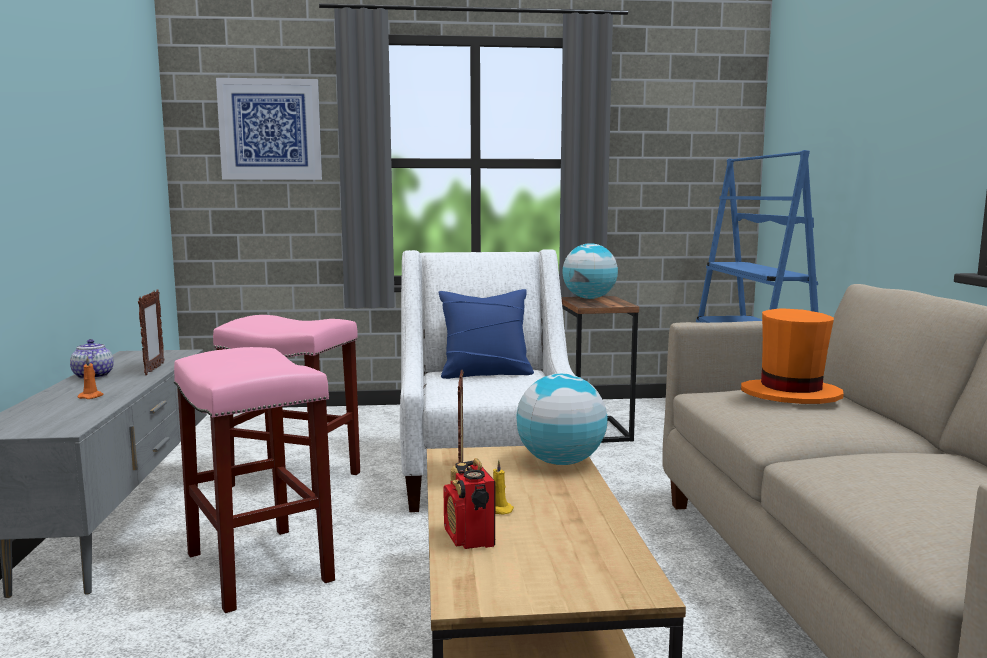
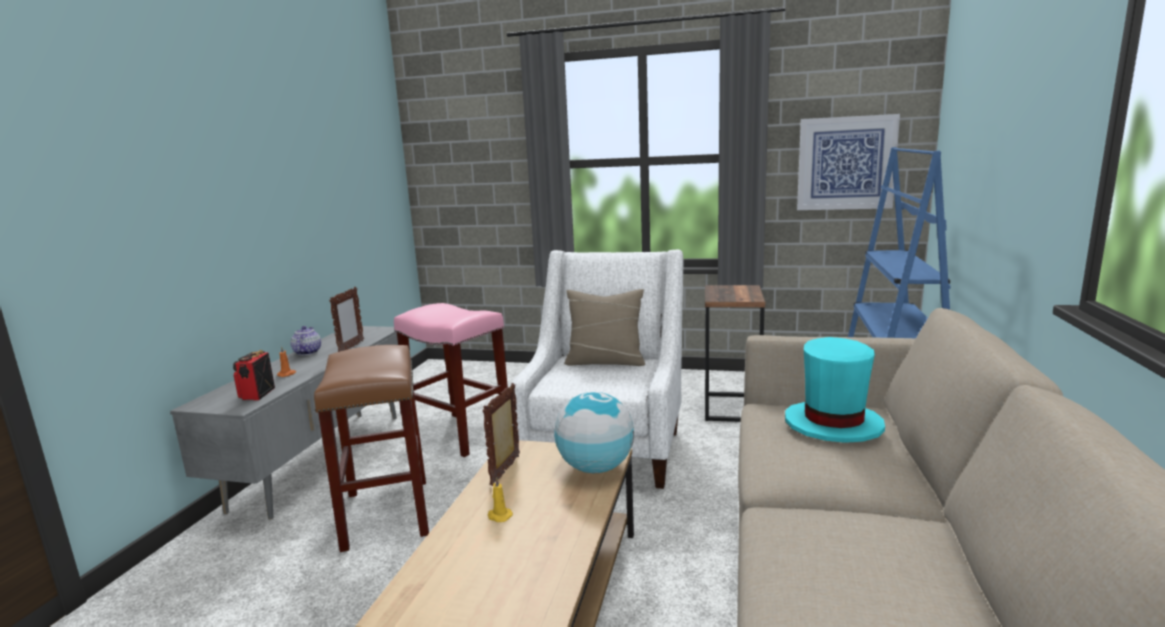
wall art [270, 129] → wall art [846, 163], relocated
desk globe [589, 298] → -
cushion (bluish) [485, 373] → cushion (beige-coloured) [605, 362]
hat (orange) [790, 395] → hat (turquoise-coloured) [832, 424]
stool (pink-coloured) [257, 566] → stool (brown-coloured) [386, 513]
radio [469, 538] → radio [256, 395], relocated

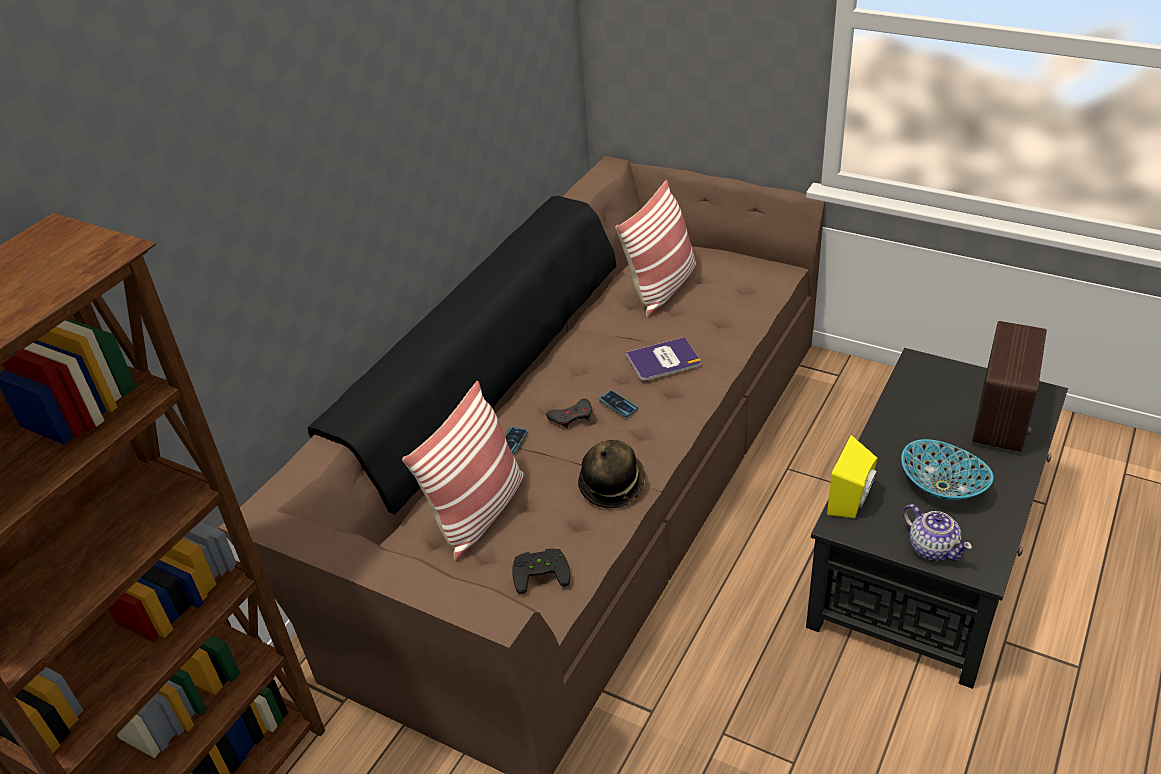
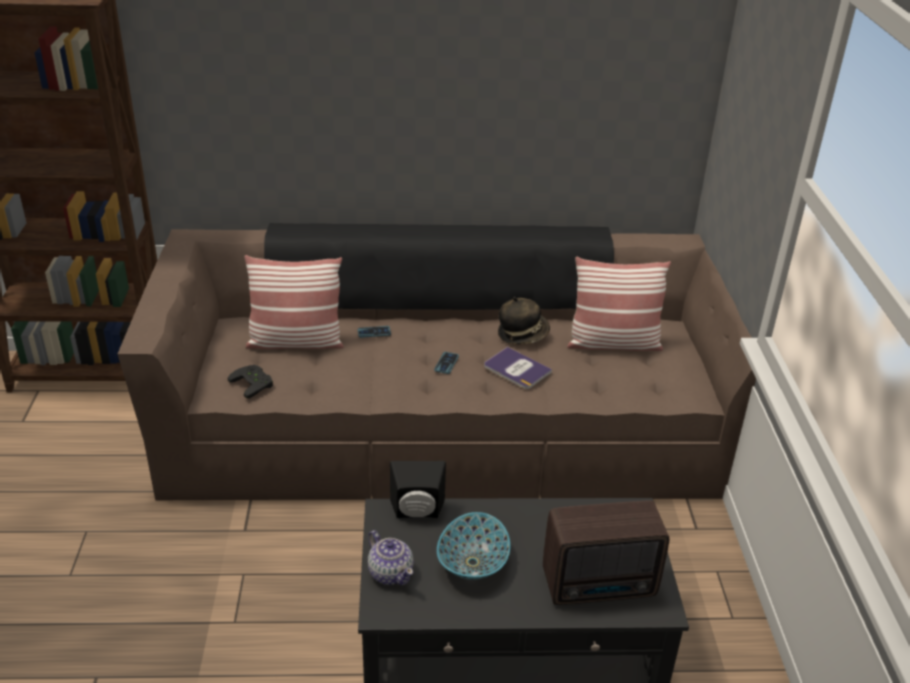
joypad (greyish) [571, 417] → -
audio speaker (yellowish) [853, 501] → audio speaker (black) [417, 512]
hat [612, 485] → hat [522, 334], relocated
teapot [932, 548] → teapot [390, 572], 60 degrees counterclockwise

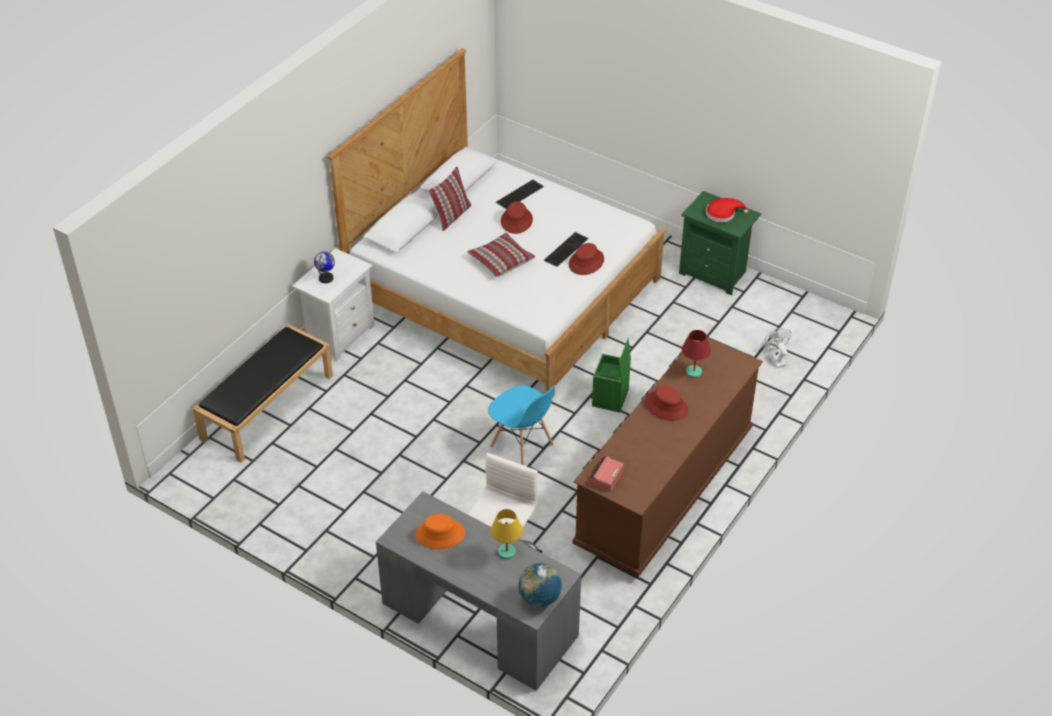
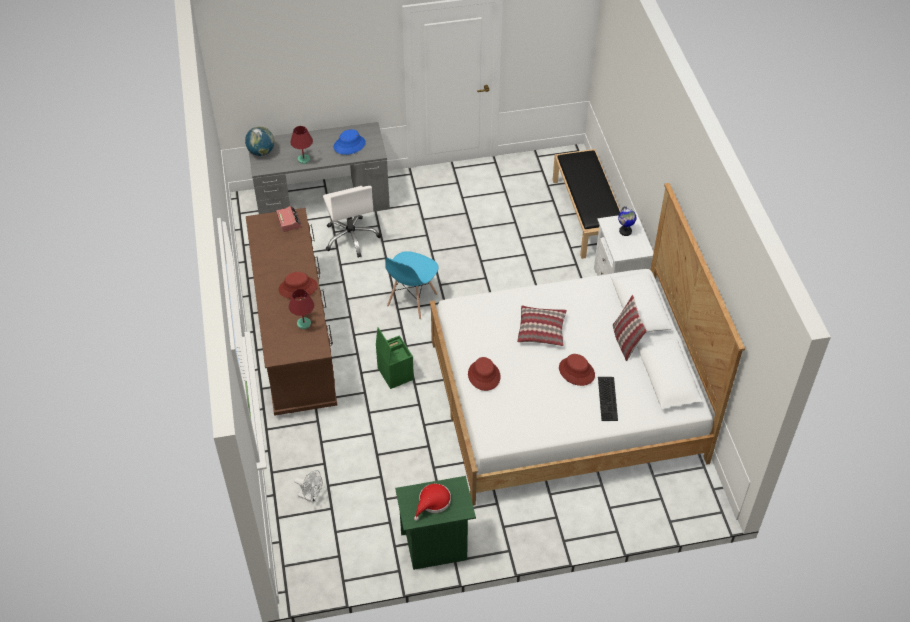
computer keyboard [565, 248] → -
chair (bluish) [522, 446] → chair (bluish) [412, 300], 60 degrees counterclockwise
tabletop lamp (yellowish) [506, 552] → tabletop lamp (red-coloured) [304, 160]
hat (orange) [440, 534] → hat (bluish) [349, 145]

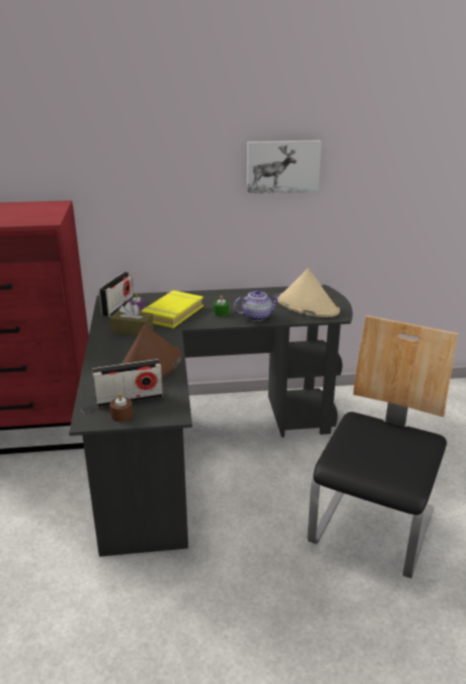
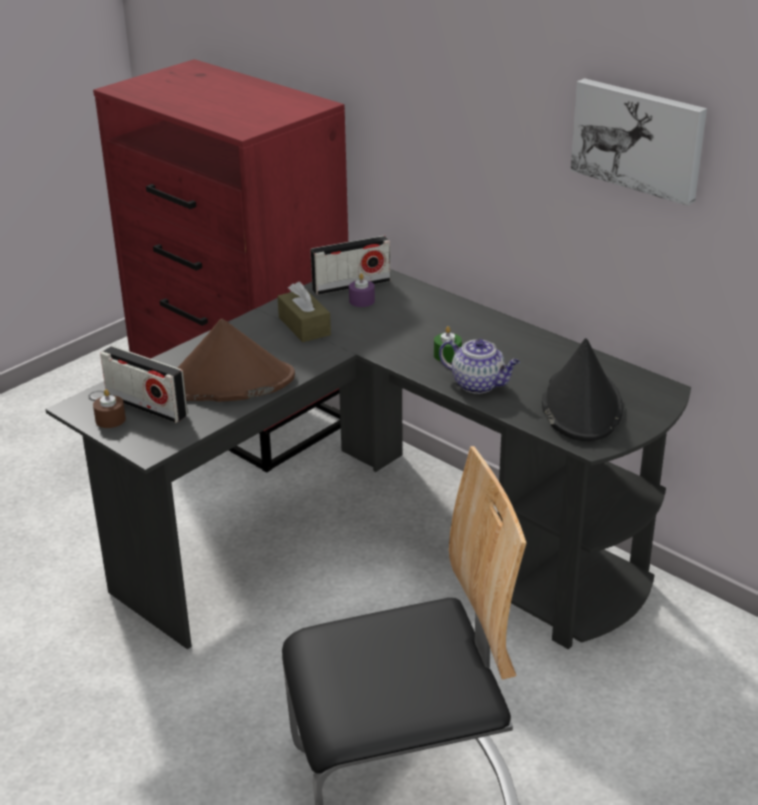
hat (beige-coloured) [307, 306] → hat (black) [581, 405]
volume (yellowish) [172, 313] → -

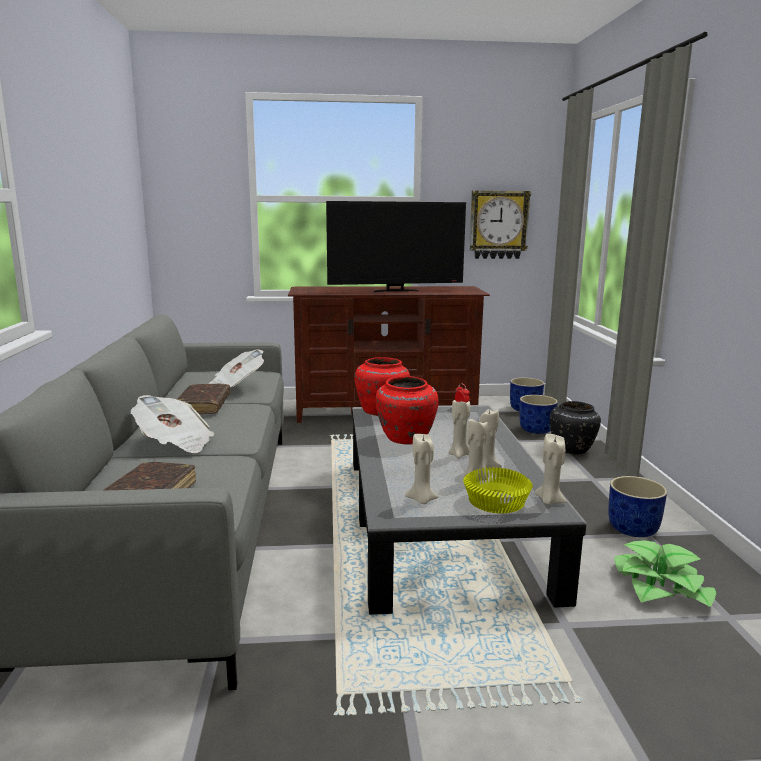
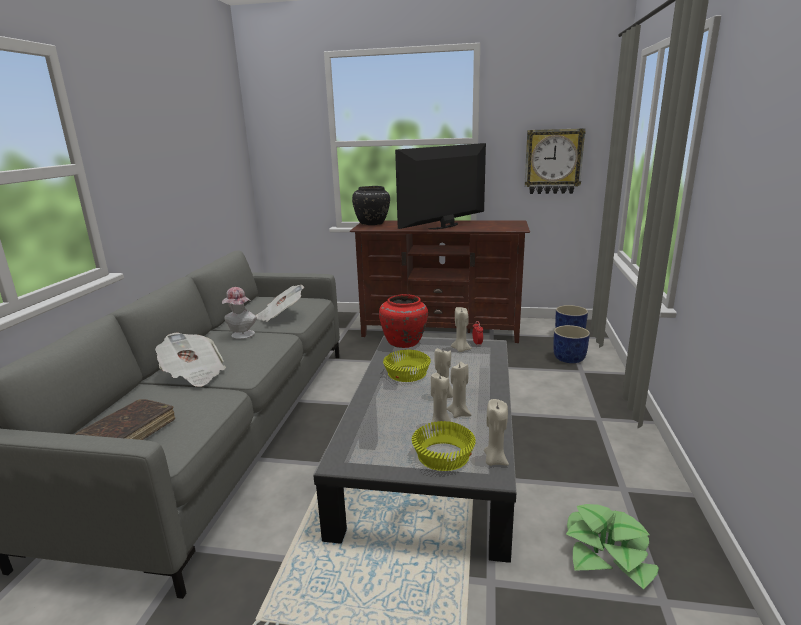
TV set [395, 291] → TV set [445, 226], 135 degrees clockwise
flower vase (red-coloured) [405, 439] → serving bowl (yellowish) [406, 374]
volume (brown-coloured) [203, 406] → hat [241, 336]
flower vase (black) [572, 450] → flower vase (black) [372, 224], relocated
candle (beige-coloured) [421, 500] → candle (beige-coloured) [461, 349], relocated
plant pot (bluish) [633, 529] → -

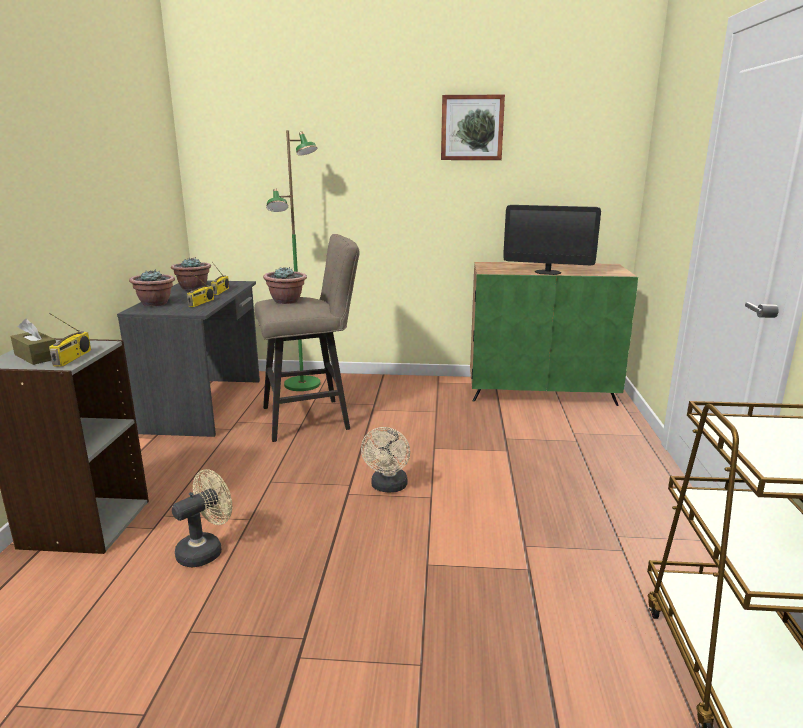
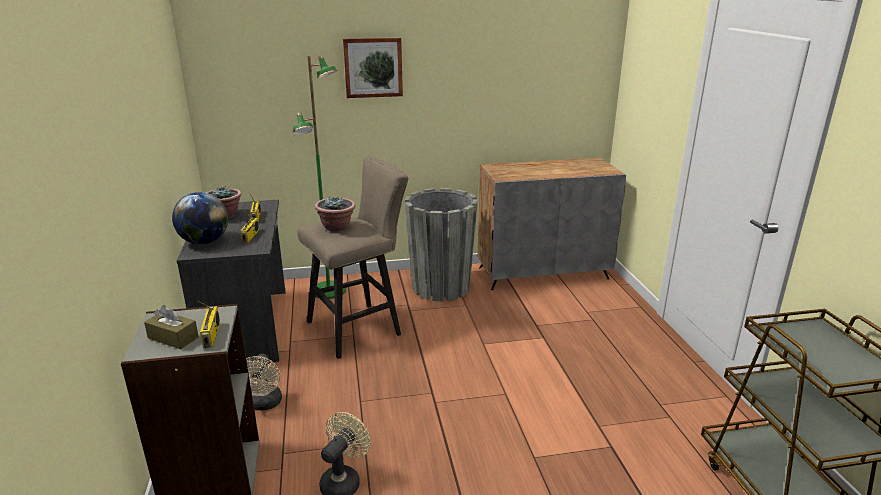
wall art [472, 128] → wall art [373, 67], relocated
monitor [547, 272] → -
cabinet (greenish) [541, 392] → cabinet (greyish) [543, 273]
potted plant [155, 303] → desk globe [204, 242]
electric fan (beige-coloured) [388, 487] → electric fan (beige-coloured) [264, 404], relocated
- → plant pot (greyish) [441, 287]

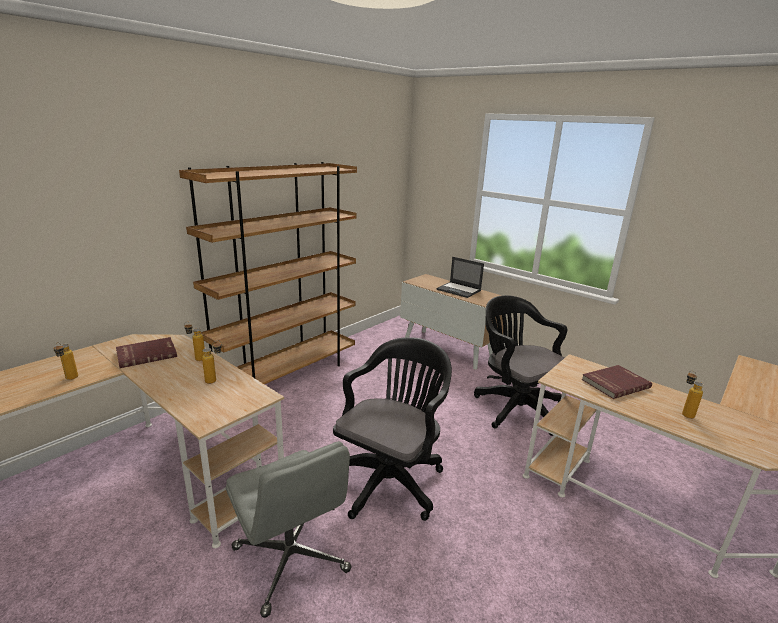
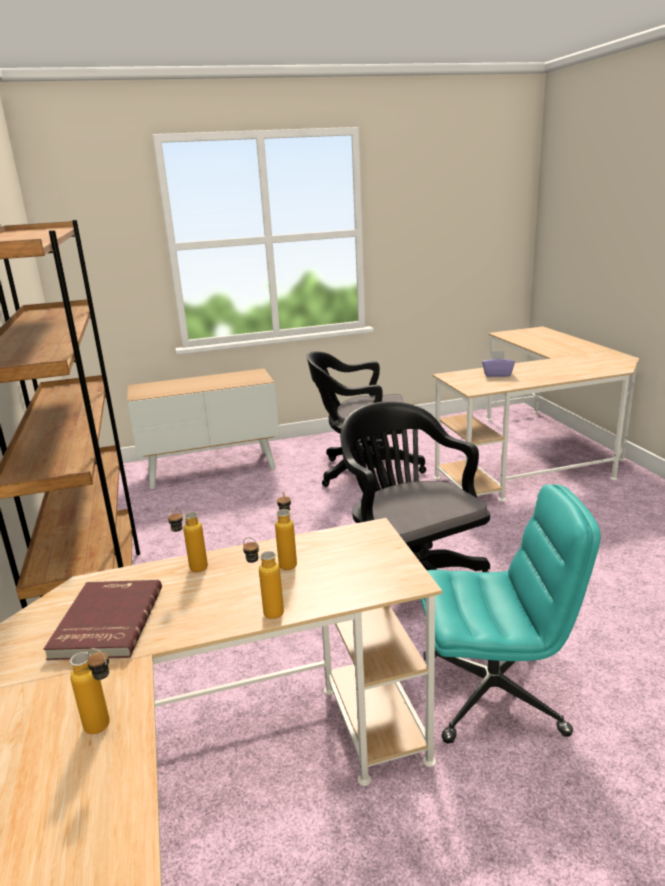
notebook computer [459, 290] → -
volume (red-coloured) [614, 383] → box of tissues (purple) [497, 374]
drink bottle [684, 413] → drink bottle [266, 611], relocated
desk chair (greyish) [291, 560] → desk chair (turquoise-coloured) [494, 694]

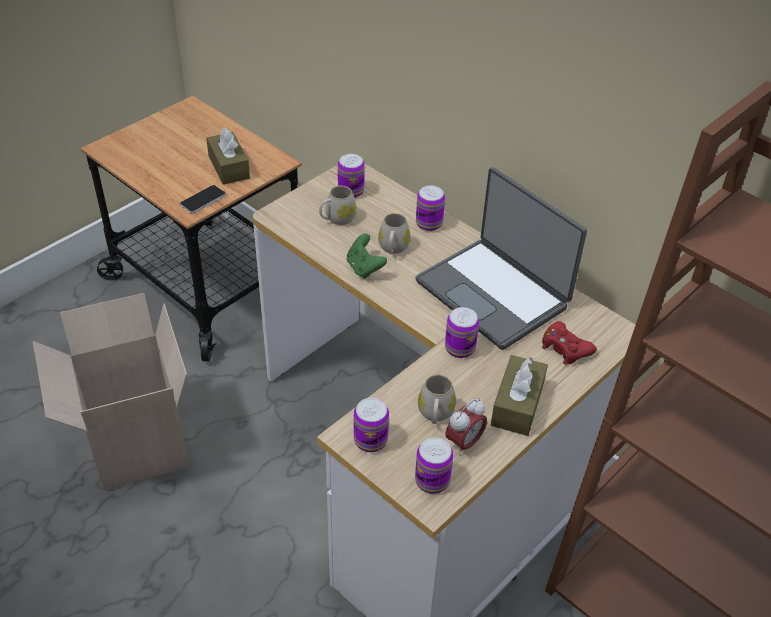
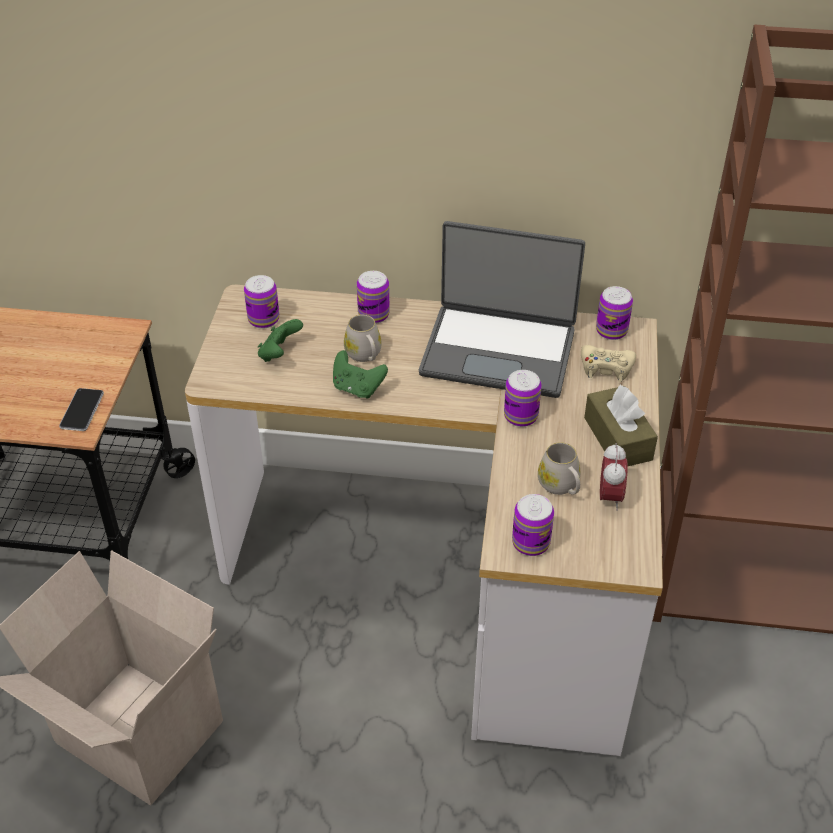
box of tissues (brown-coloured) [229, 167] → -
tea mug (white-coloured) [337, 219] → joypad (greenish) [279, 354]
joypad (red-coloured) [565, 348] → joypad (beige-coloured) [606, 368]
metal can [432, 480] → metal can [611, 331], relocated

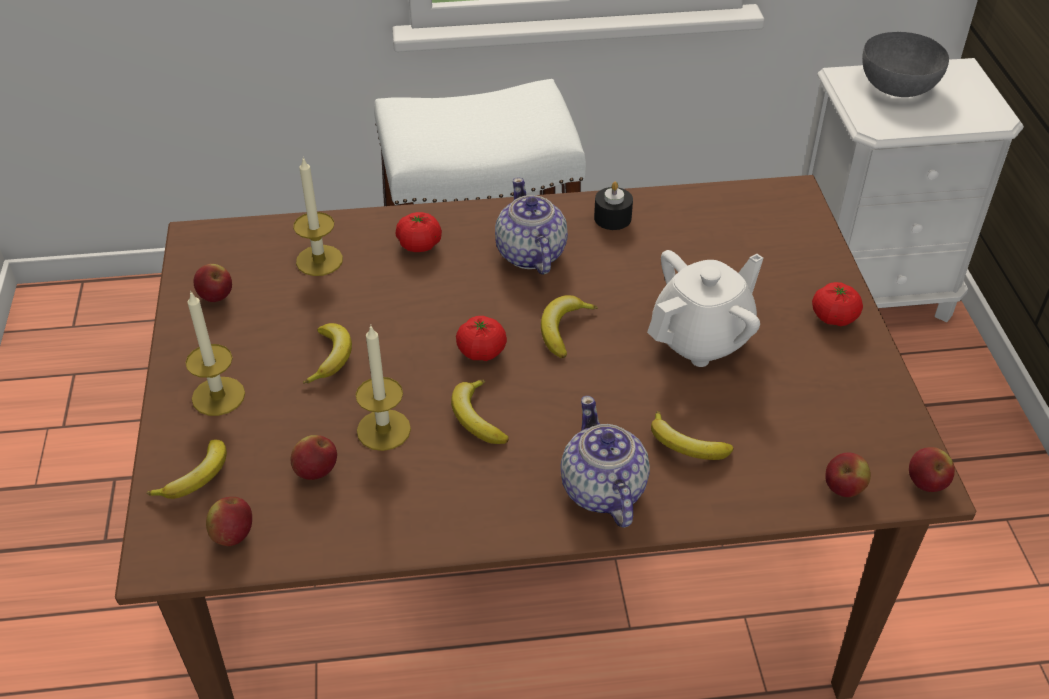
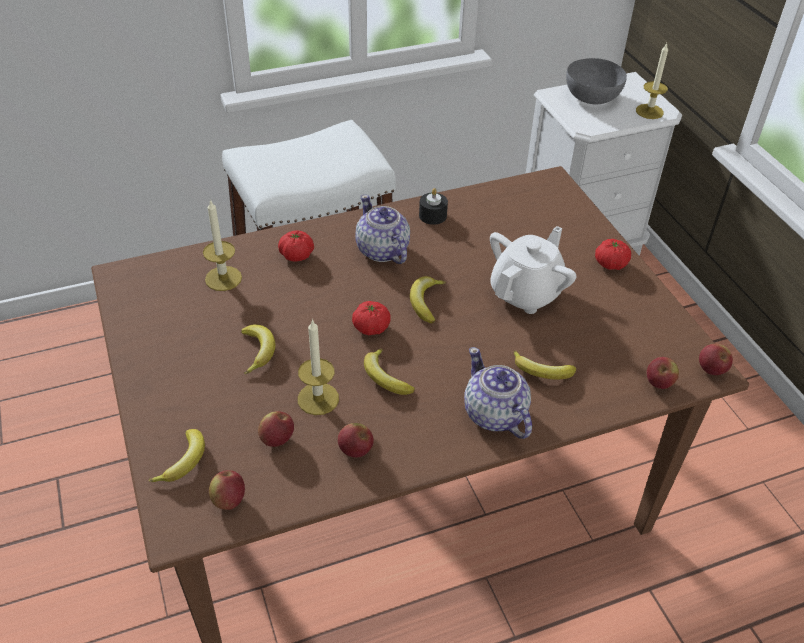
whole apple [216, 297] → whole apple [355, 450], relocated
candle [218, 396] → candle [649, 111], relocated

